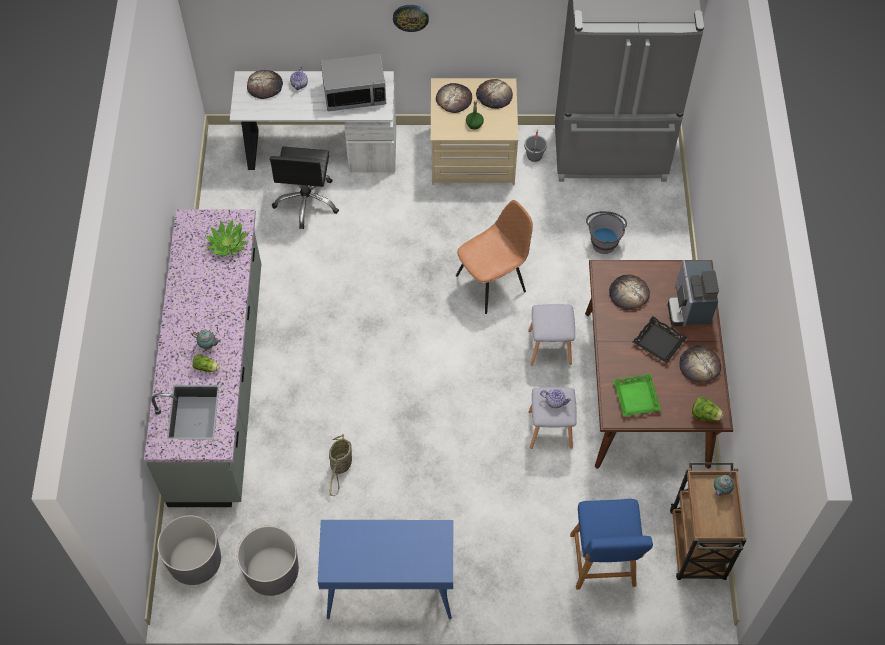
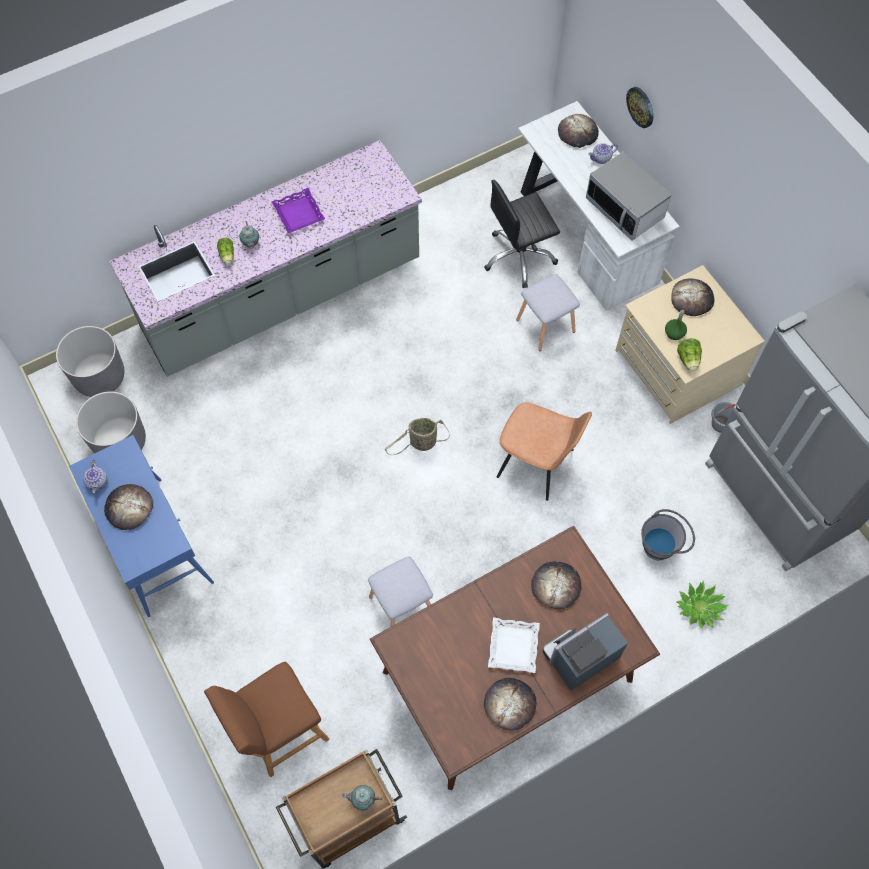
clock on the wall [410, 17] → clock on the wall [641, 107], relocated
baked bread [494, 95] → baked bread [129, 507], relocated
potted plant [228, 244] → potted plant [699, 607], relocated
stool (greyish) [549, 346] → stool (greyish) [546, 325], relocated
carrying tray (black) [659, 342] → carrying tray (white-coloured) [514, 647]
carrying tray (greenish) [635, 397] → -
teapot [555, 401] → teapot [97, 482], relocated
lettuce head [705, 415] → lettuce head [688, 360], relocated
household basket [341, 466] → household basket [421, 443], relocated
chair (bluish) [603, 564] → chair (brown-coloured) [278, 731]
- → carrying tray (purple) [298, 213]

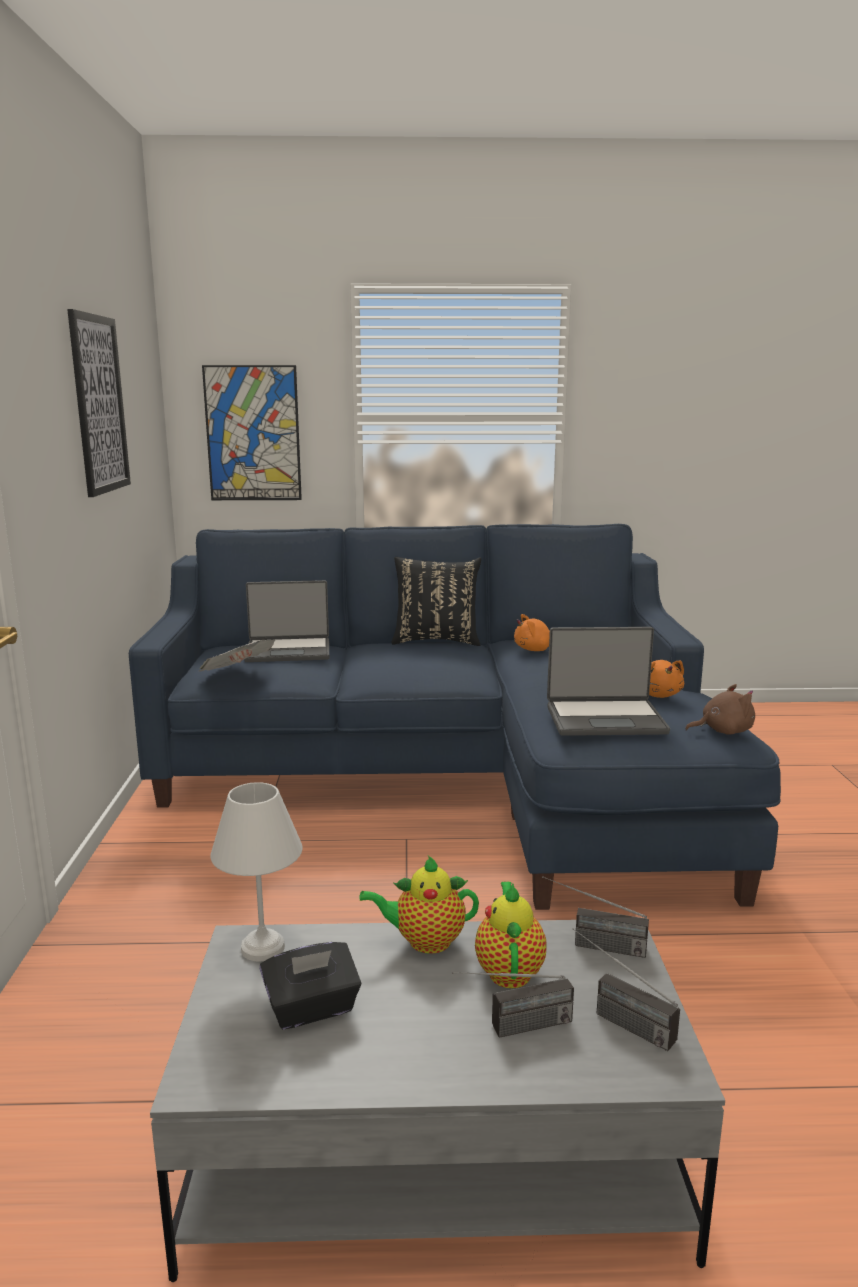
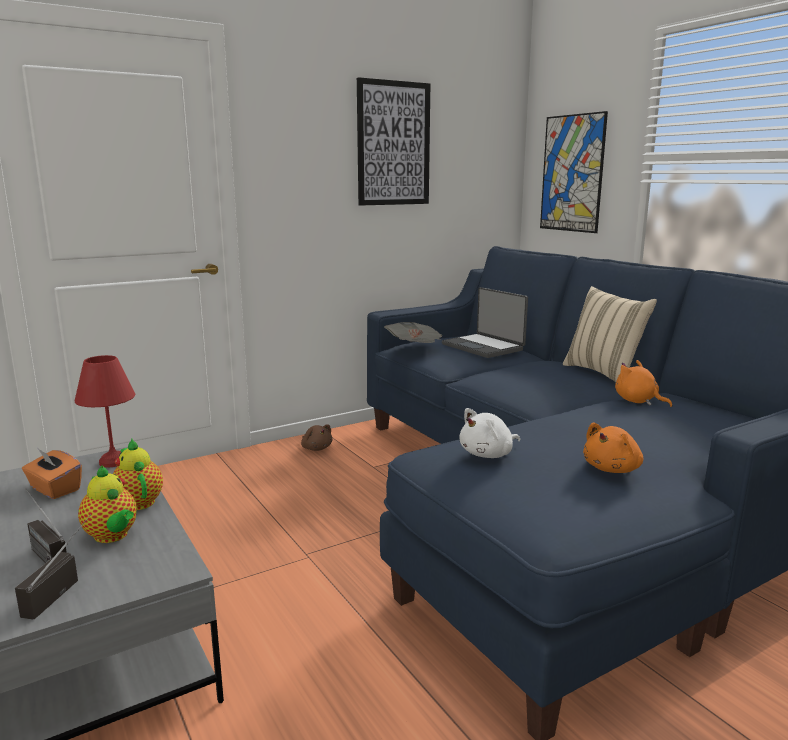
cushion (black) [436, 640] → cushion (beige-coloured) [604, 373]
notebook computer [605, 719] → cuddly toy (white-coloured) [488, 454]
cuddly toy (brown-coloured) [722, 731] → cuddly toy (brown-coloured) [316, 448], relocated
tabletop lamp (white-coloured) [260, 948] → tabletop lamp (red-coloured) [112, 461]
radio [591, 944] → -
teapot [509, 970] → teapot [112, 536], 75 degrees clockwise
box of tissues (black) [312, 1009] → box of tissues (orange) [54, 489]

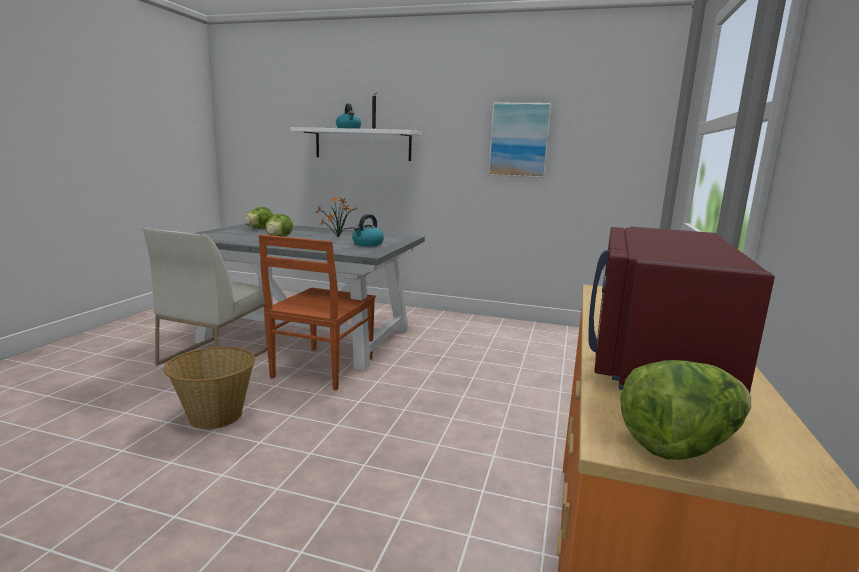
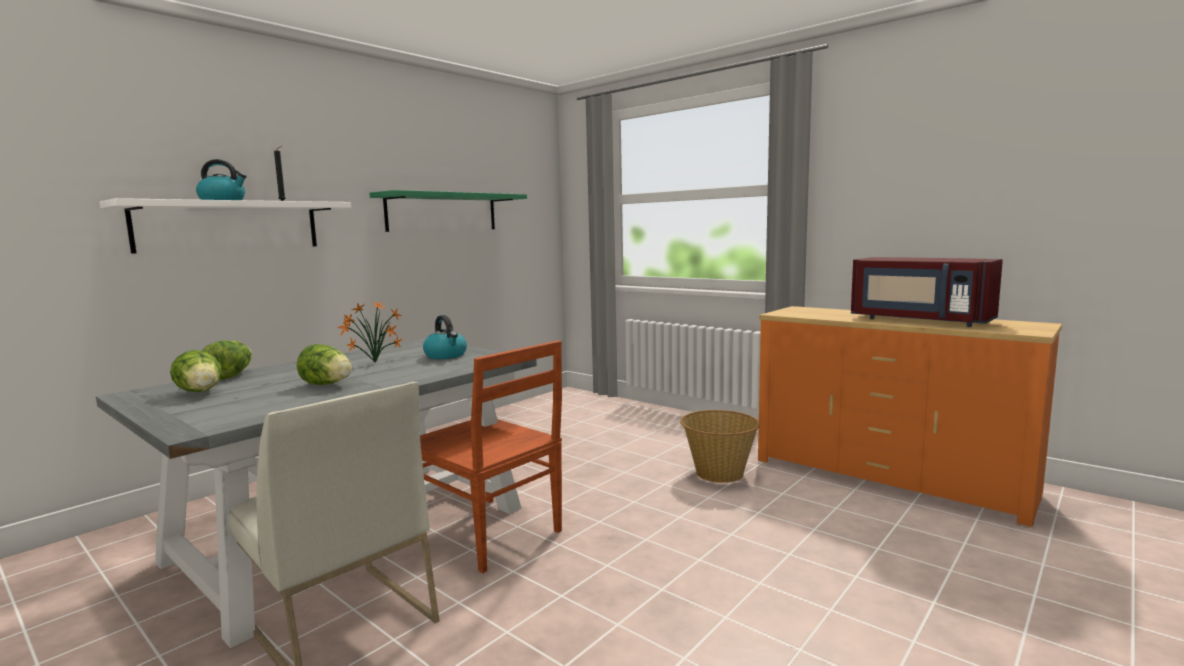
wall art [519, 140] → bracket shelf (greenish) [442, 212]
household basket [215, 416] → household basket [718, 473], relocated
lettuce head [680, 445] → lettuce head [230, 376], relocated

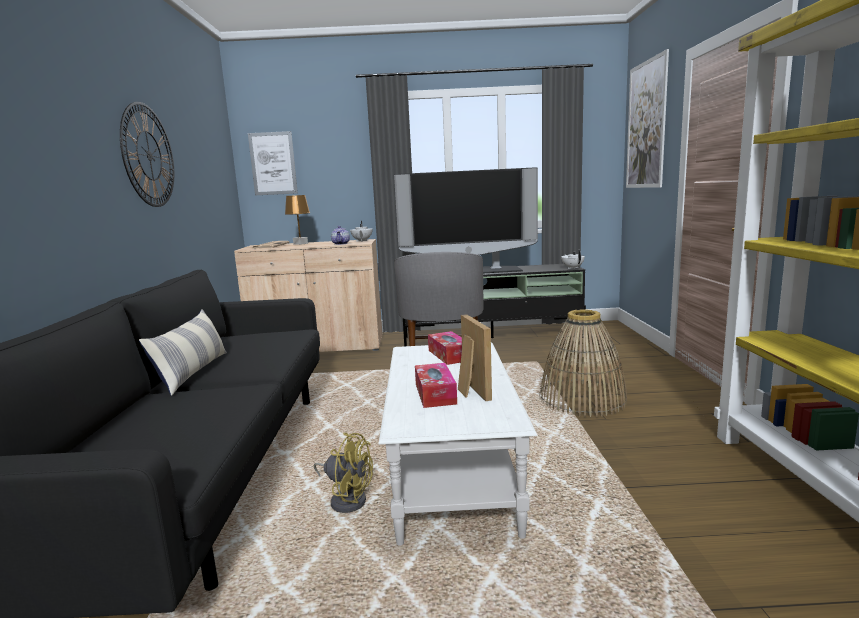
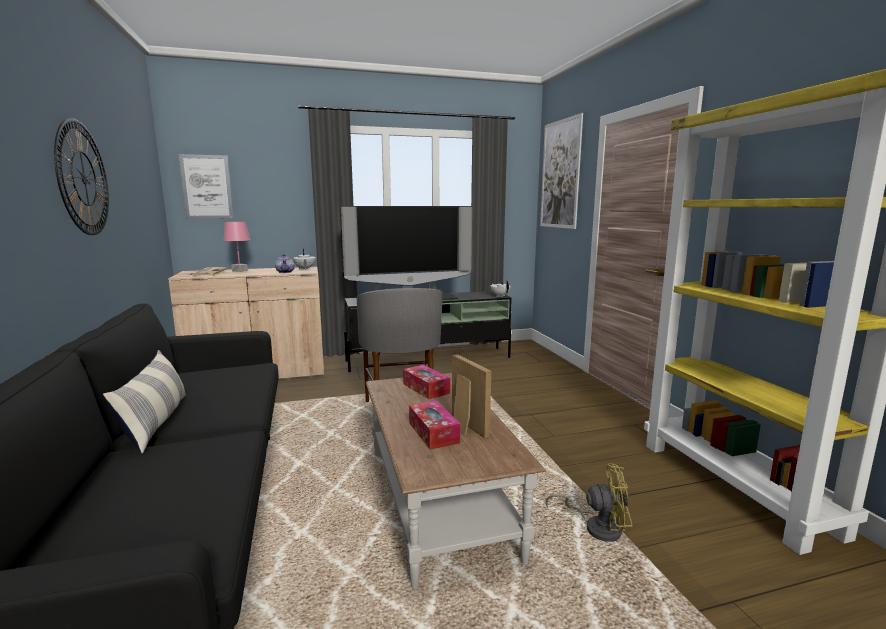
tabletop lamp (brown-coloured) [300, 244] → tabletop lamp (pink-coloured) [240, 271]
household basket [582, 399] → -
low table (white-coloured) [452, 470] → low table (brown-coloured) [437, 500]
electric fan (yellowish) [346, 499] → electric fan (yellowish) [596, 527], relocated

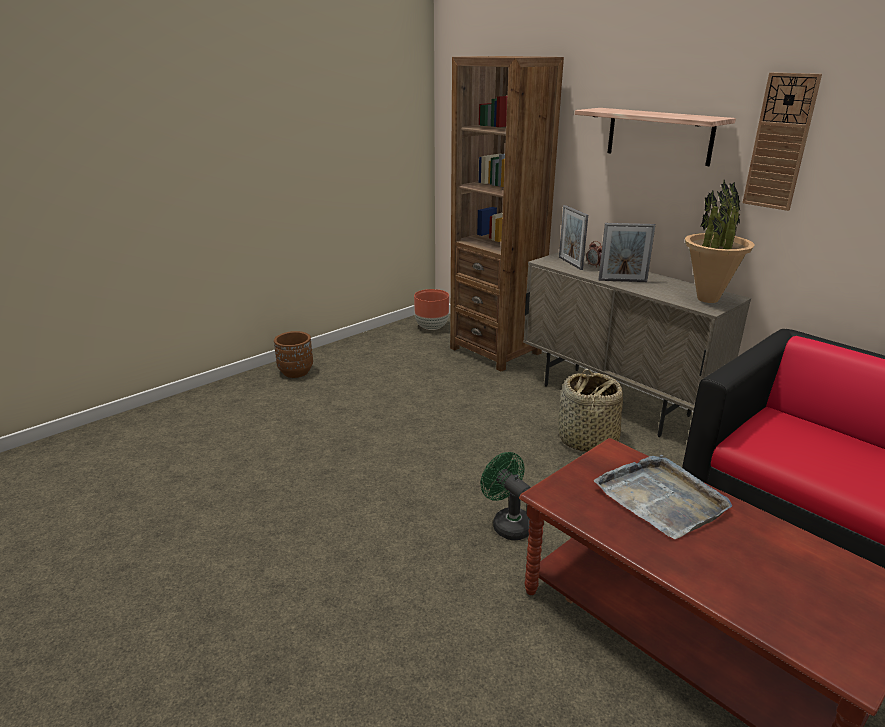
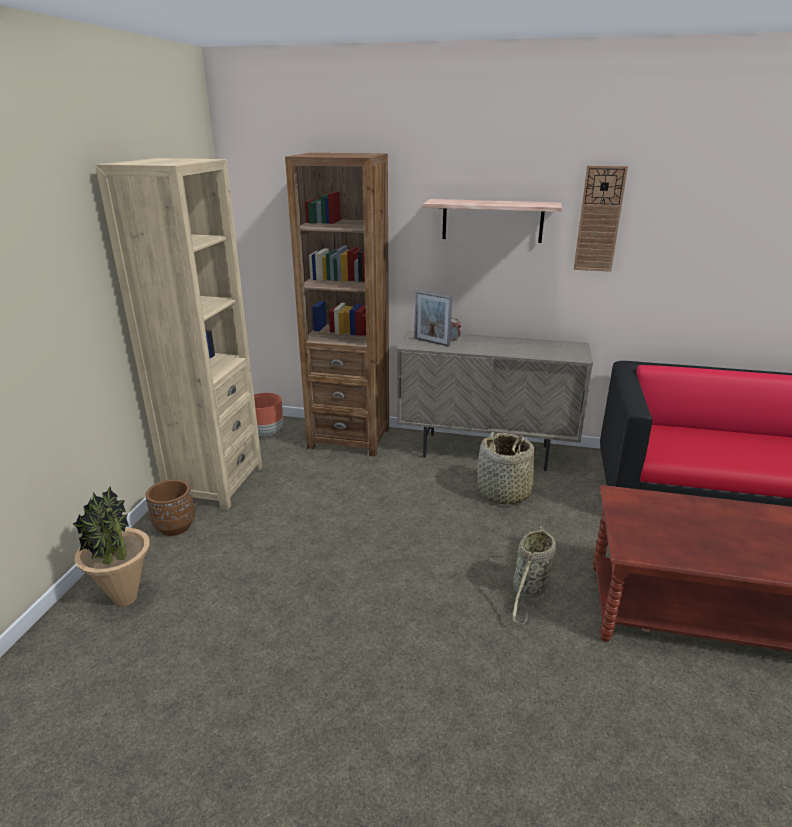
potted plant [708, 299] → potted plant [126, 599], relocated
standing frame [622, 281] → -
electric fan (greenish) [508, 523] → household basket [529, 590]
carrying tray (greyish) [661, 498] → -
- → bookshelf (beige-coloured) [215, 483]

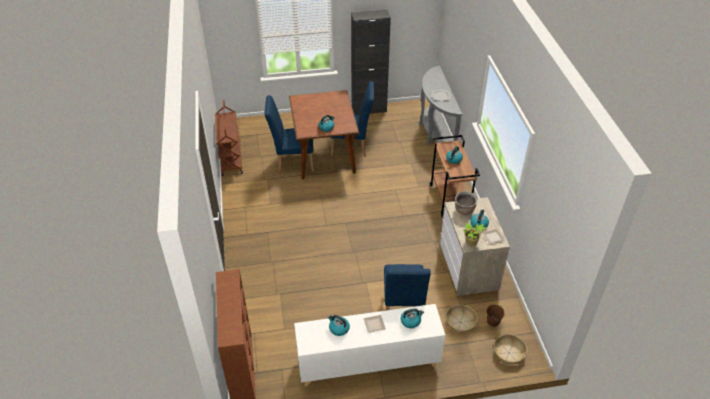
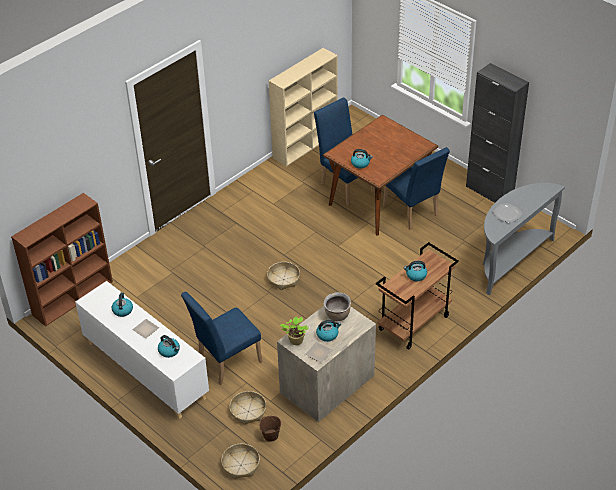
cart (brown-coloured) [230, 158] → bookshelf (beige-coloured) [306, 144]
- → household basket [283, 279]

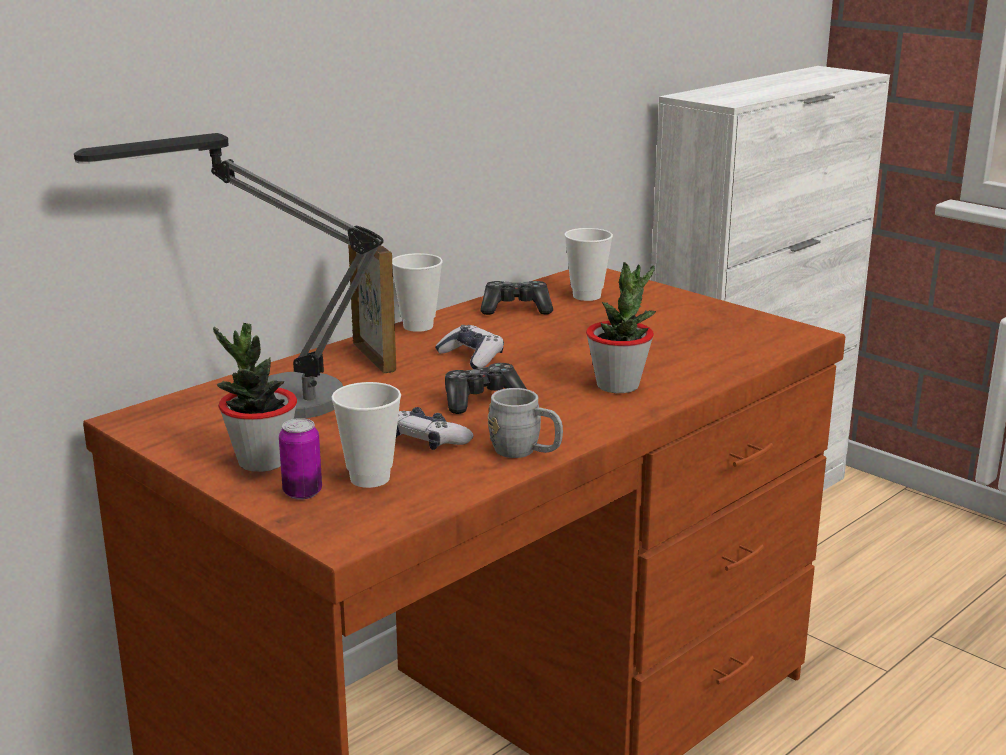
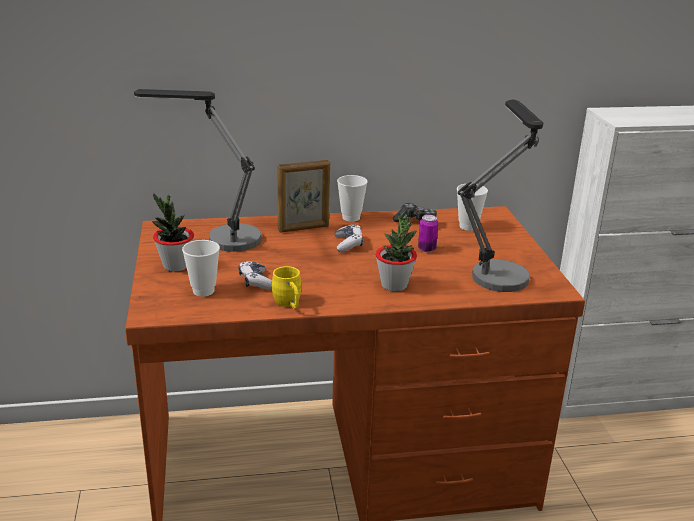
standing frame [374, 357] → standing frame [304, 228], 60 degrees clockwise
joypad [482, 400] → -
tea mug (greyish) [525, 452] → tea mug (yellowish) [289, 304]
metal can [302, 492] → metal can [427, 249], relocated
- → tabletop lamp [498, 269]

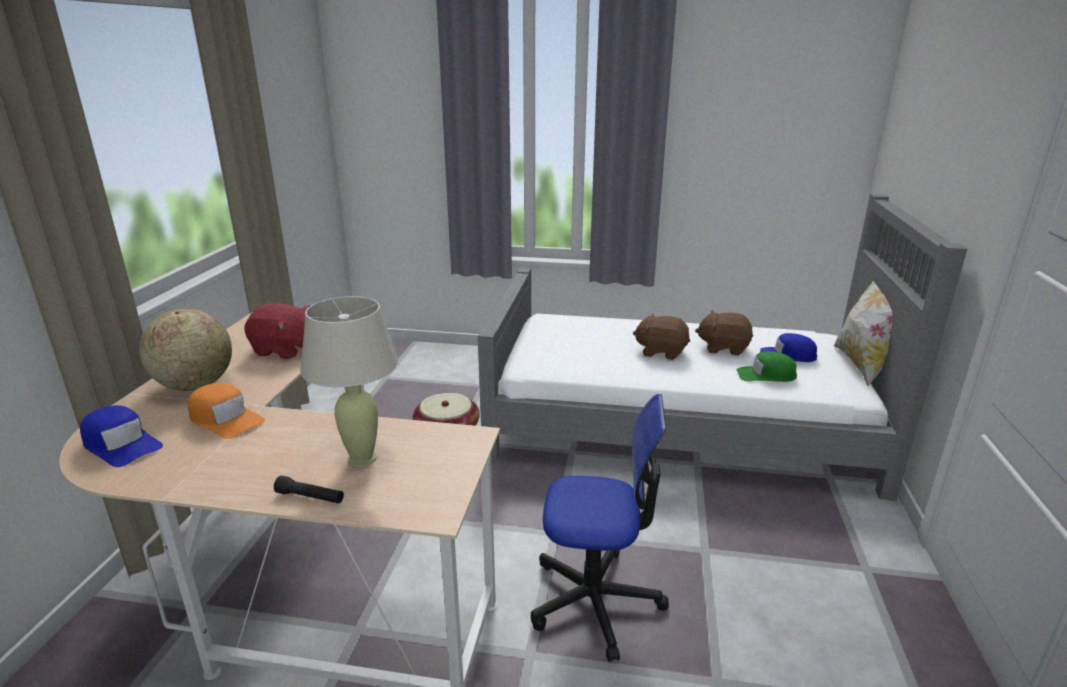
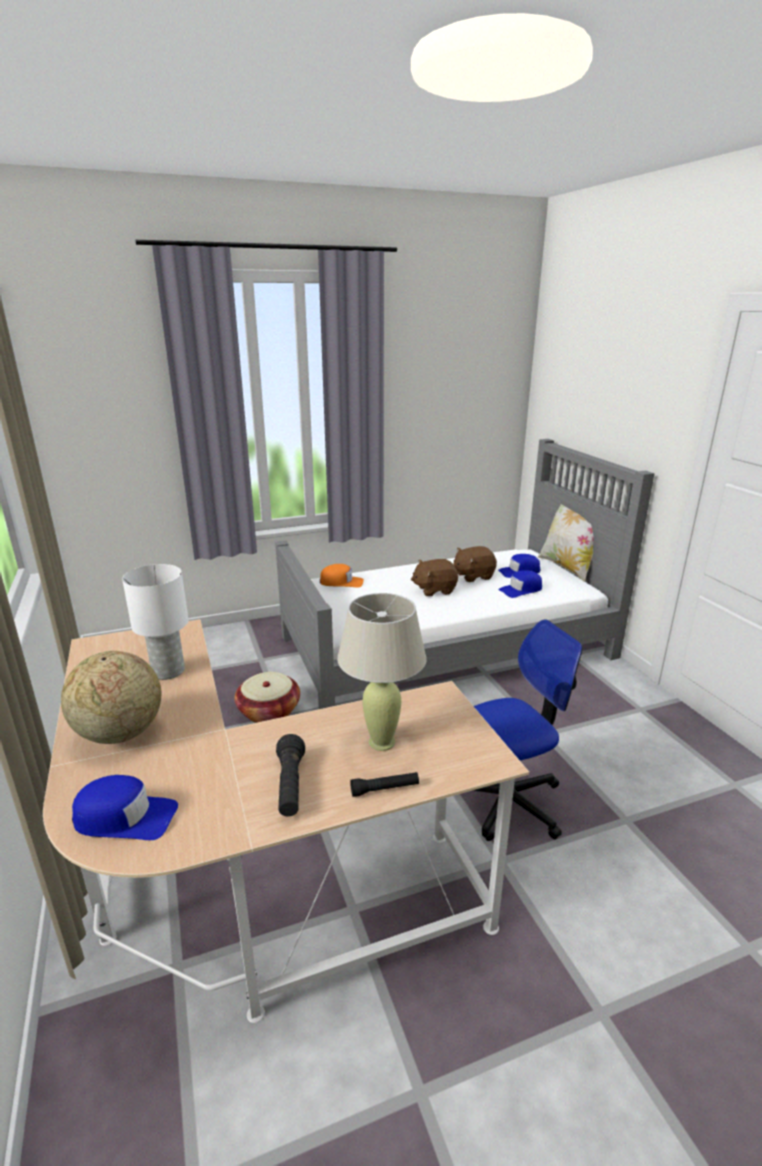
cuddly toy (red-coloured) [284, 350] → tabletop lamp (white-coloured) [167, 671]
baseball cap (greenish) [766, 375] → baseball cap (bluish) [521, 590]
baseball cap (orange) [225, 419] → baseball cap (orange) [341, 582], relocated
- → flashlight (black) [290, 786]

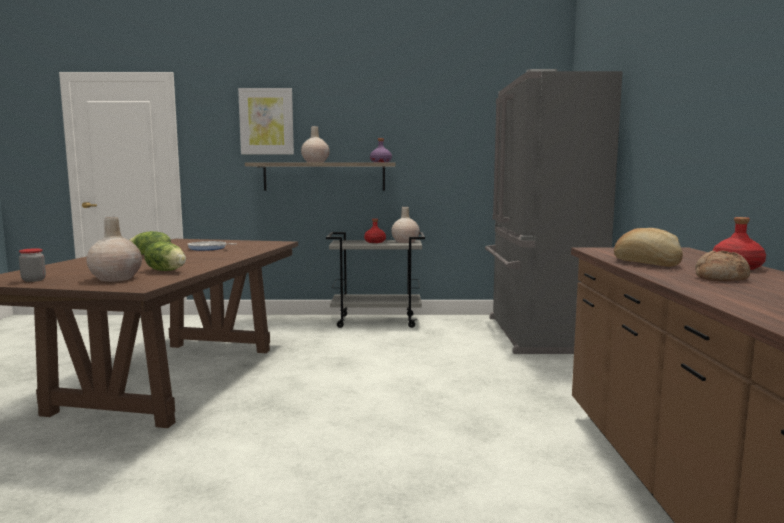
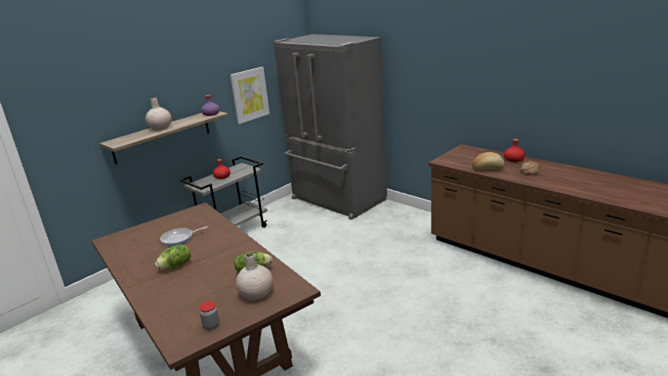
wall art [266, 121] → wall art [249, 95], relocated
flower vase (beige-coloured) [405, 242] → -

